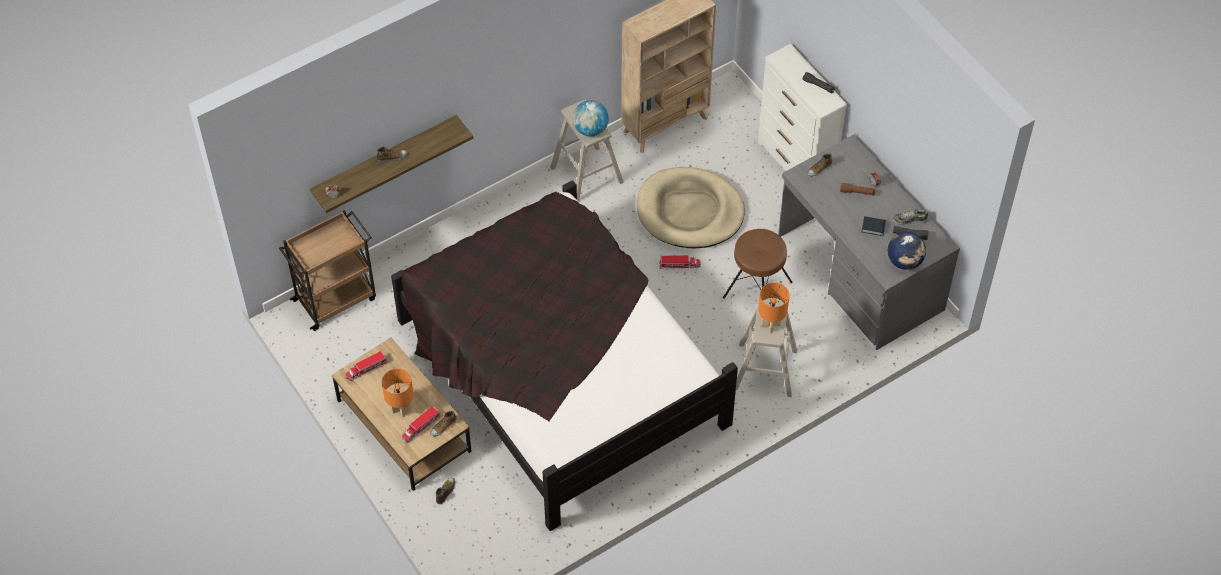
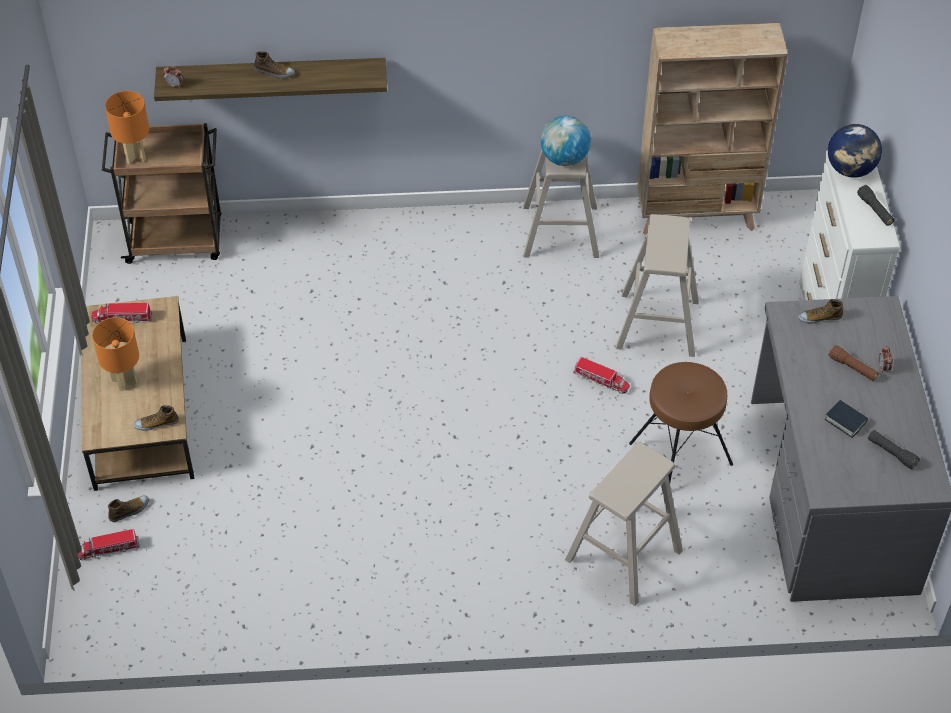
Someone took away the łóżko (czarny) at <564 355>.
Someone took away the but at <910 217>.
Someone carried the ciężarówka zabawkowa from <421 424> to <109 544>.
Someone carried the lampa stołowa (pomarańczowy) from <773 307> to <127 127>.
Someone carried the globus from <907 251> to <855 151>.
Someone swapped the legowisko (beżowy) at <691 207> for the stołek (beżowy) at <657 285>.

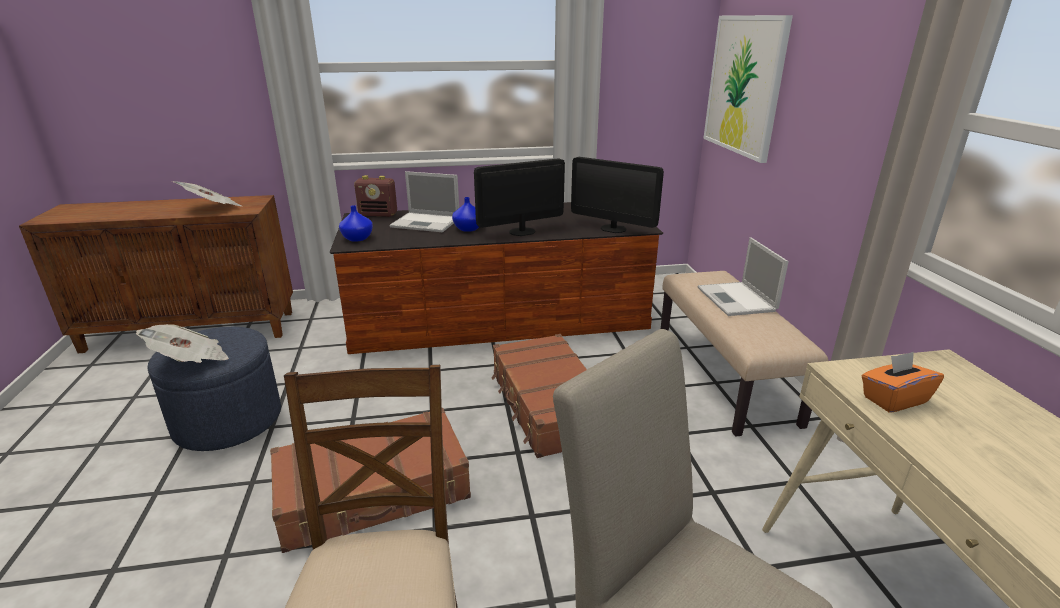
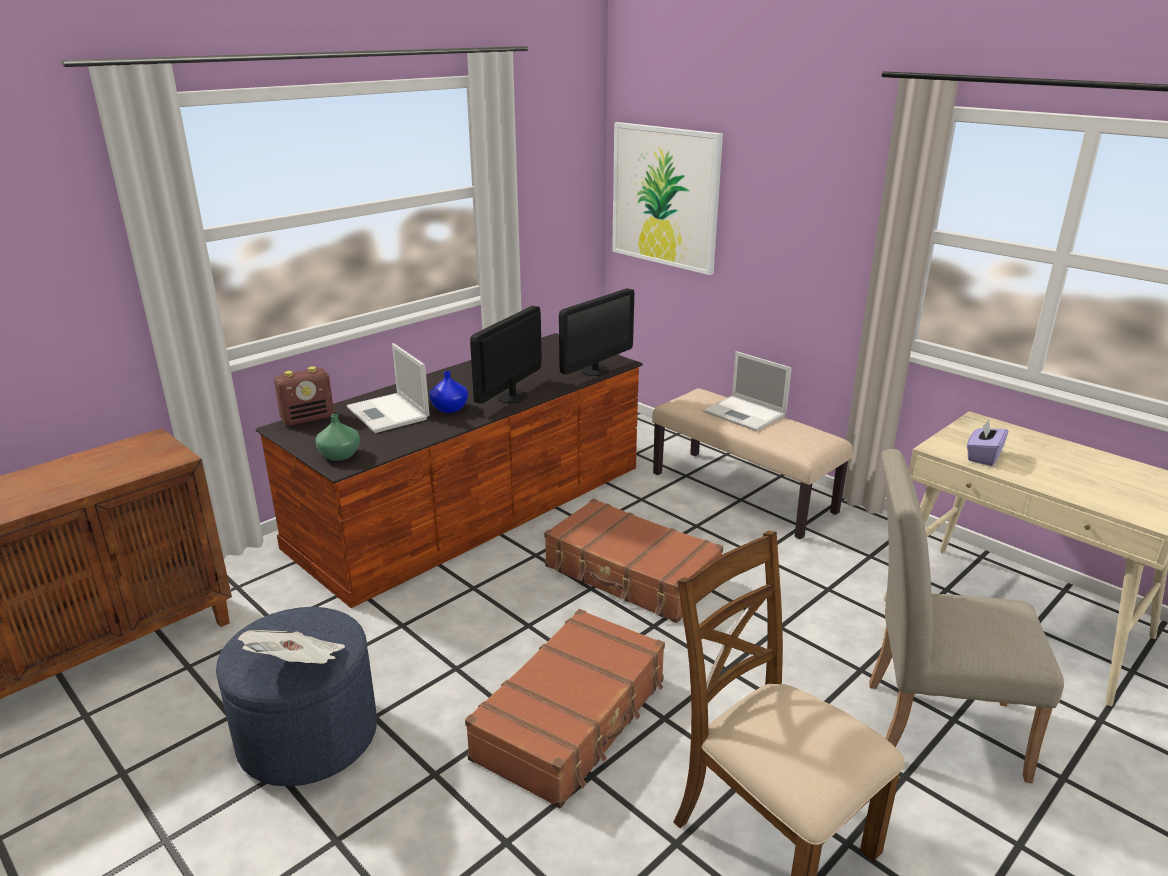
Someone took away the gazeta at <207 193>.
Someone repainted the wazon (niebieski) at <356 223>, which became the wazon (zielony) at <337 437>.
Someone repainted the pudełko chusteczek (pomarańczowy) at <903 382>, which became the pudełko chusteczek (fioletowy) at <987 442>.
Someone rotated the laptop at <424 201> by 75 degrees clockwise.
Someone rotated the monitor at <617 195> by 45 degrees counterclockwise.

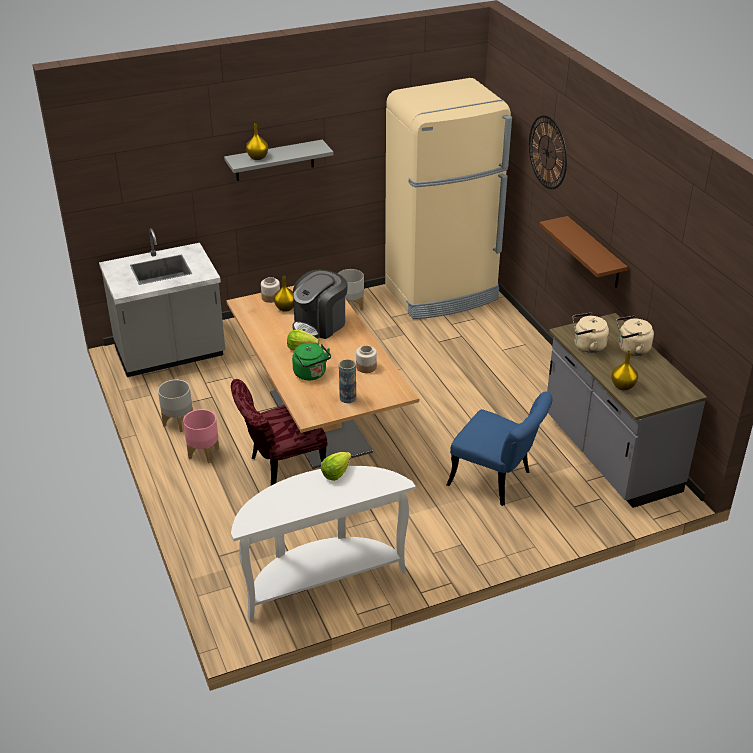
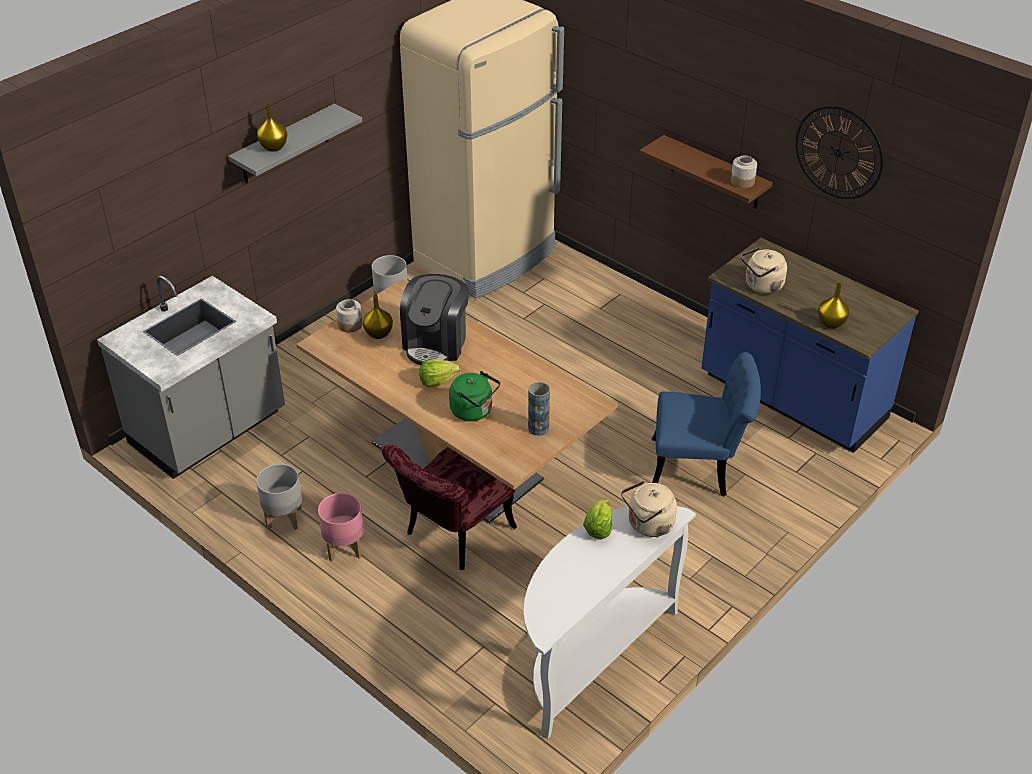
Someone carried the słoik from <366 359> to <744 171>.
Someone carried the zegar ścienny from <548 152> to <839 152>.
Someone carried the czajnik (beżowy) from <635 336> to <649 508>.
Someone repainted the zabudowa kuchenna (szary) at <627 410>, which became the zabudowa kuchenna (niebieski) at <810 345>.

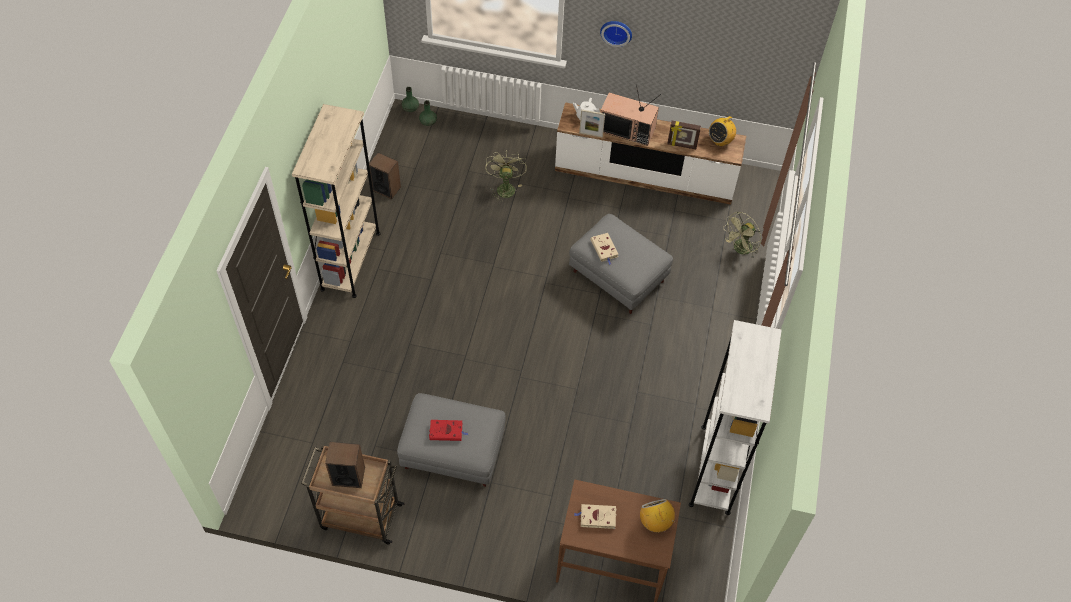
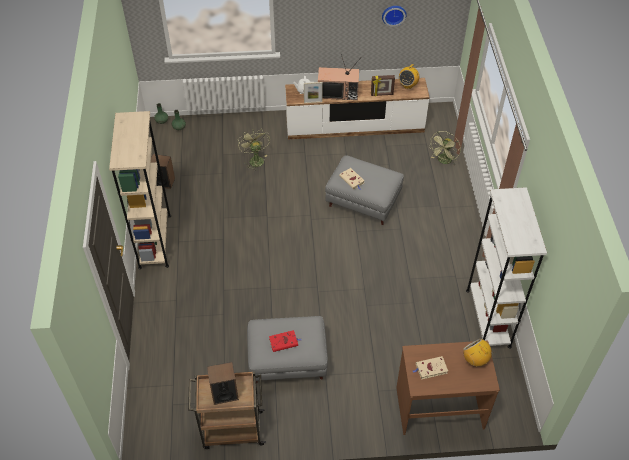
Someone carried the zegar ścienny from <616 34> to <394 16>.

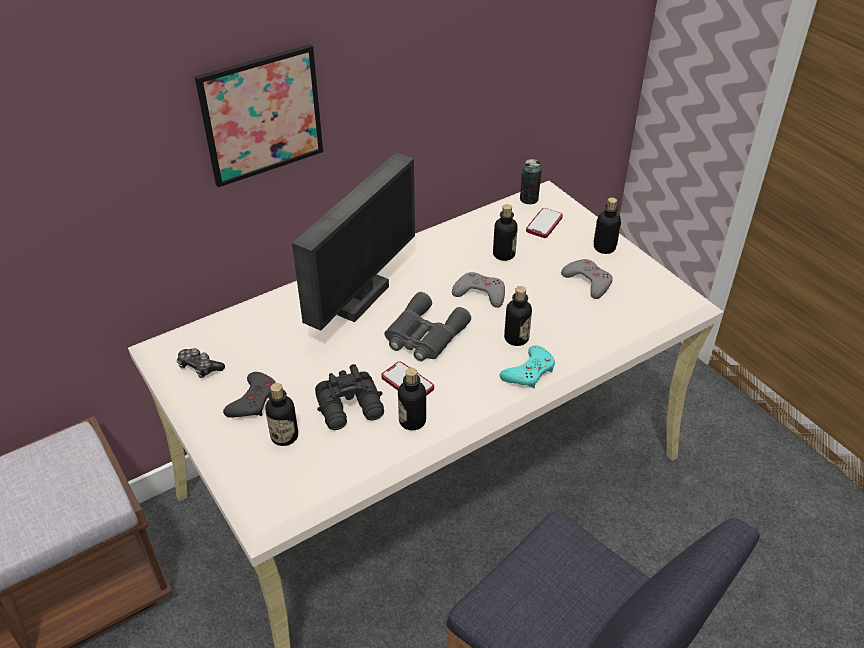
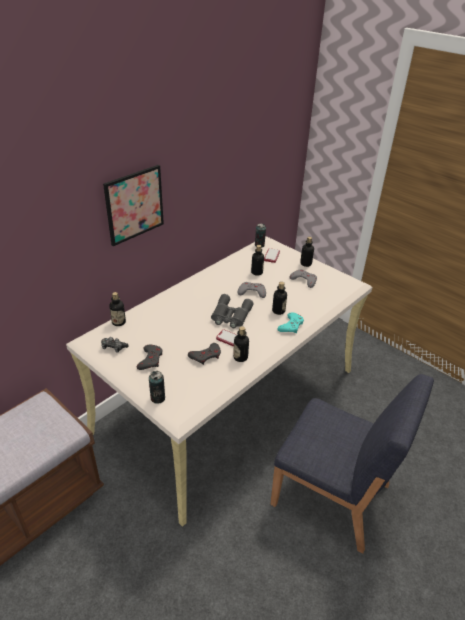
Someone took away the monitor at <353 242>.
Someone put down the puszka at <157 387>.
Someone carried the butelka from <281 414> to <117 309>.
Someone swapped the lornetka (czarny) at <349 397> for the pad do gier (szary) at <204 354>.

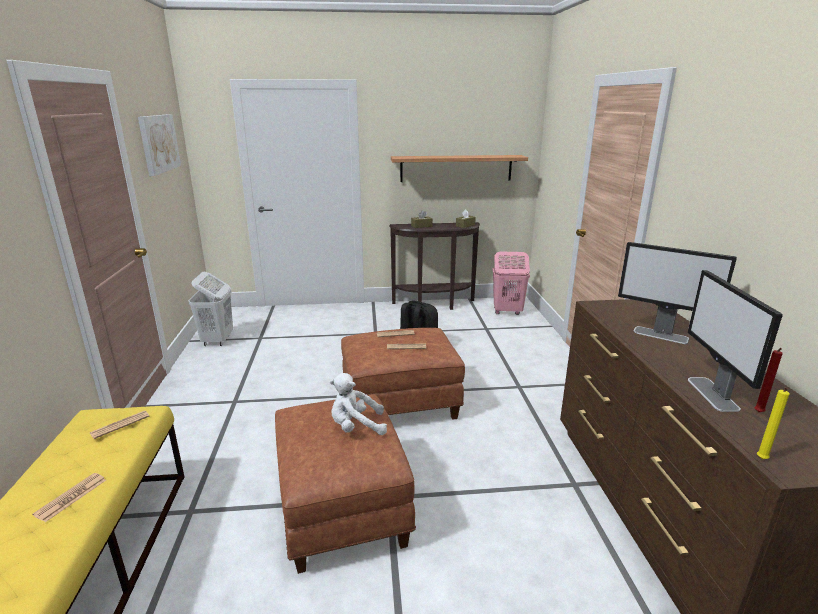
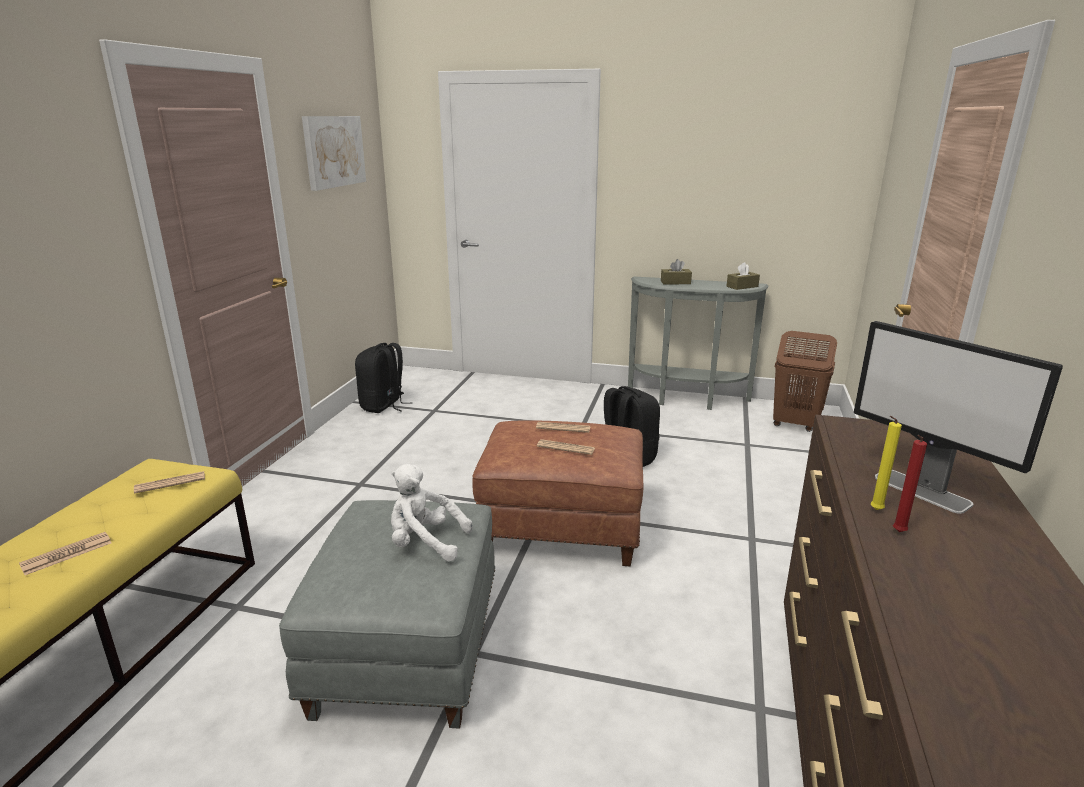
Someone took away the półka at <459 168>.
Someone took away the monitor at <735 341>.
Someone carried the świeca (czerwony) from <768 380> to <910 483>.
Someone carried the świeca (żółty) from <773 423> to <886 463>.
Someone swapped the kosz na pranie (biały) at <211 309> for the plecak (czarny) at <384 378>.
Someone repainted the pufa (brązowy) at <345 484>, which became the pufa (szary) at <387 614>.
Someone repainted the stolik konsolowy (brązowy) at <434 266>, which became the stolik konsolowy (szary) at <698 343>.
Someone repainted the kosz na pranie (różowy) at <511 283>, which became the kosz na pranie (brązowy) at <805 381>.

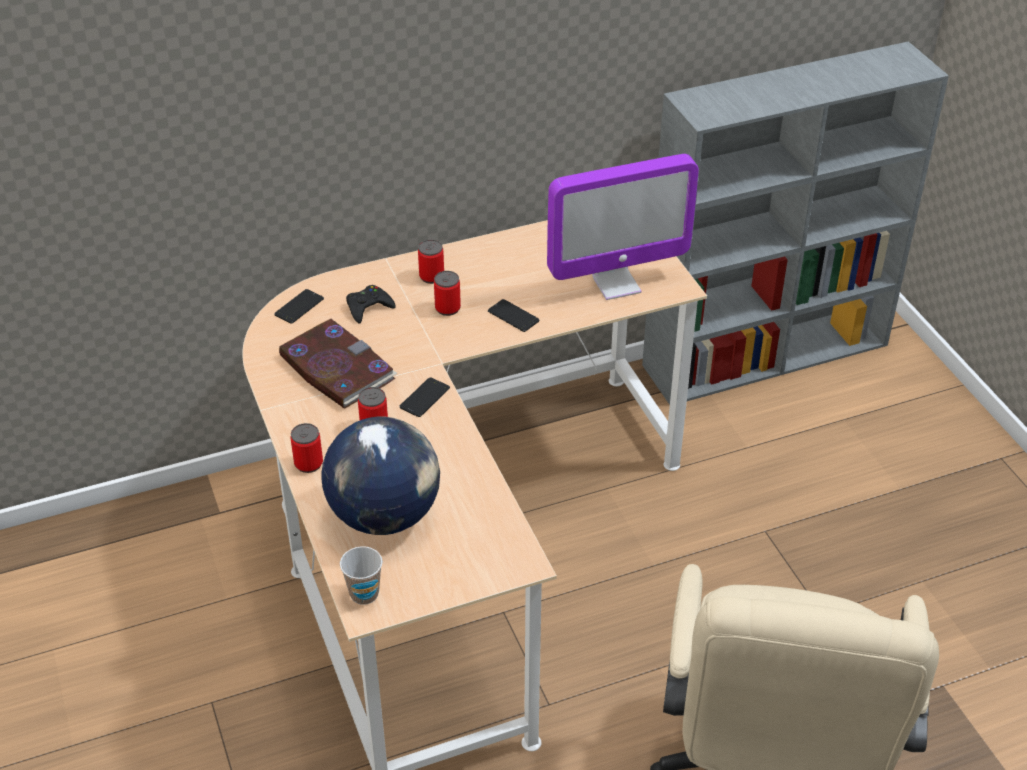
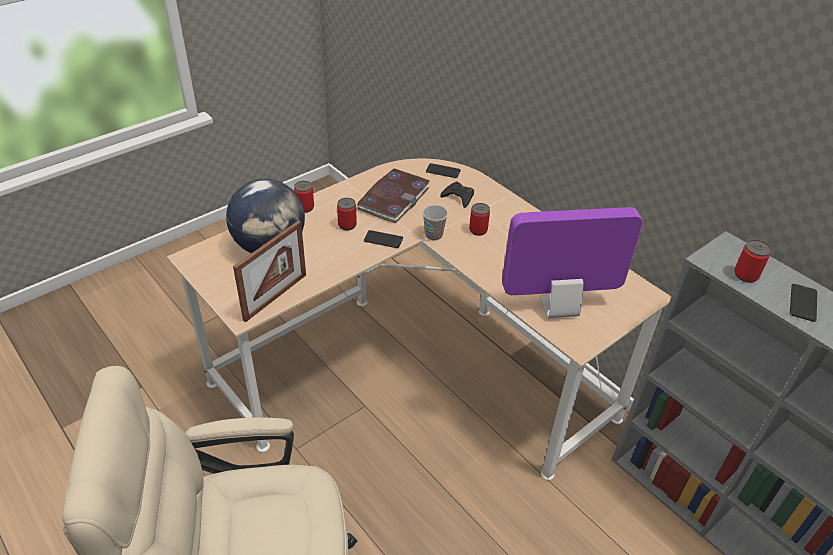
Someone put down the ramka na zdjęcie at <269 271>.
Someone carried the filiżanka from <361 575> to <435 223>.
Someone carried the puszka from <431 262> to <752 261>.
Someone carried the telefon from <513 315> to <803 303>.
Someone rotated the monitor at <623 227> by 120 degrees clockwise.

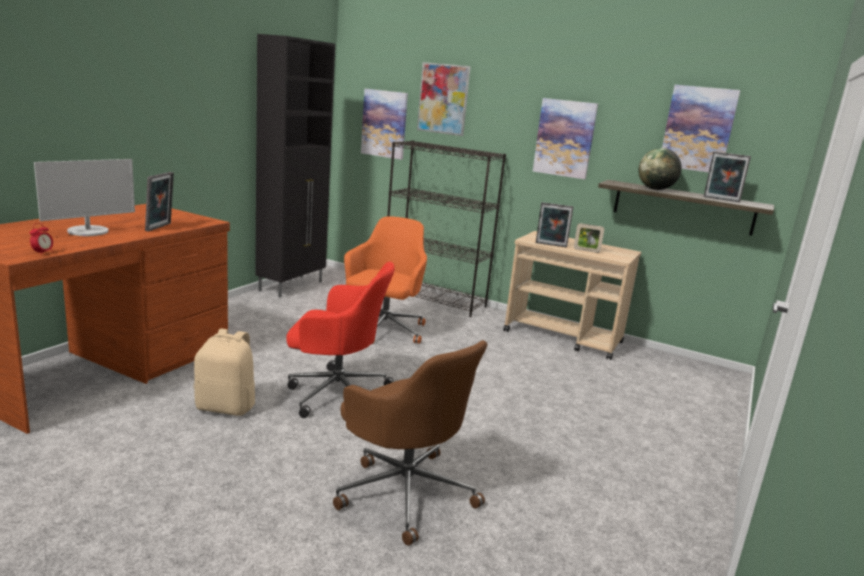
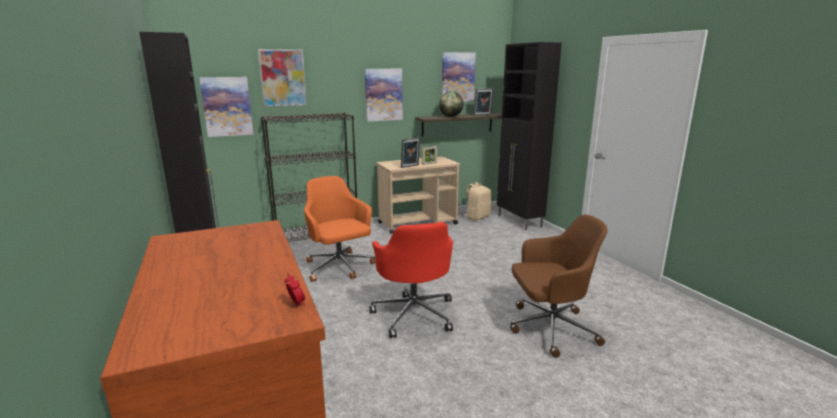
Someone took away the monitor at <84 197>.
Someone took away the ramka na zdjęcie at <159 202>.
Someone put down the szafka (czarny) at <529 136>.
Someone carried the plecak (beżowy) from <224 372> to <477 201>.
Someone rotated the krzesło biurowe (czerwony) at <340 340> by 120 degrees clockwise.

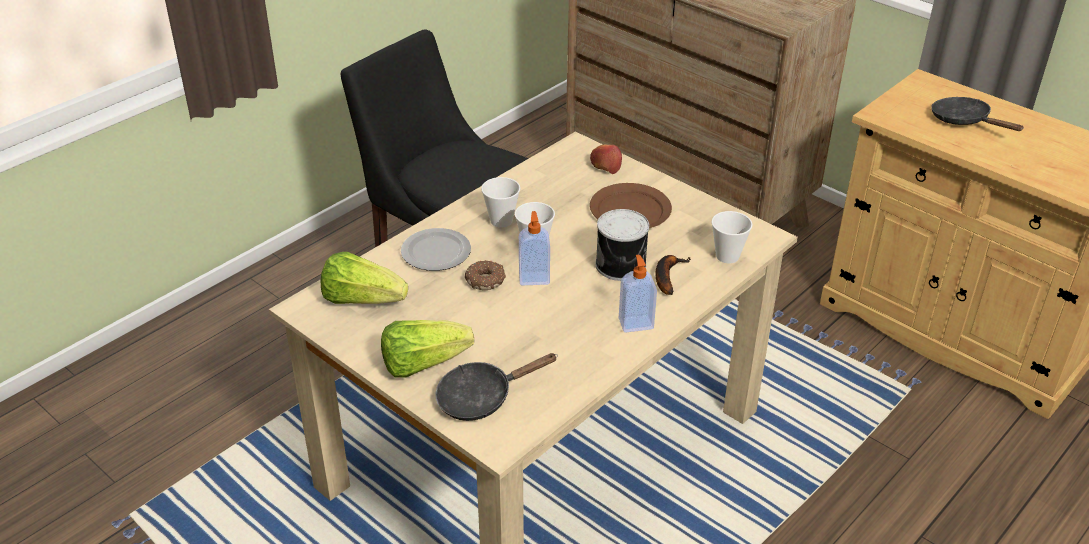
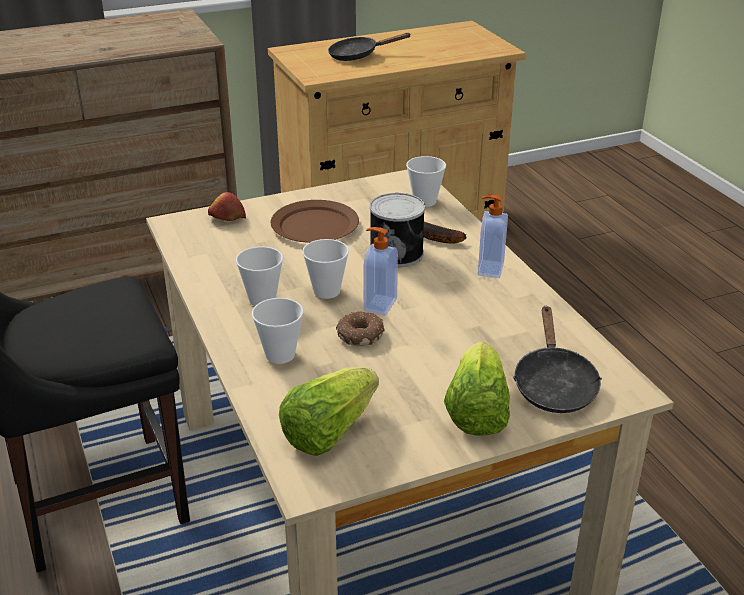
Someone swapped the talerz at <436 249> for the filiżanka at <277 331>.

